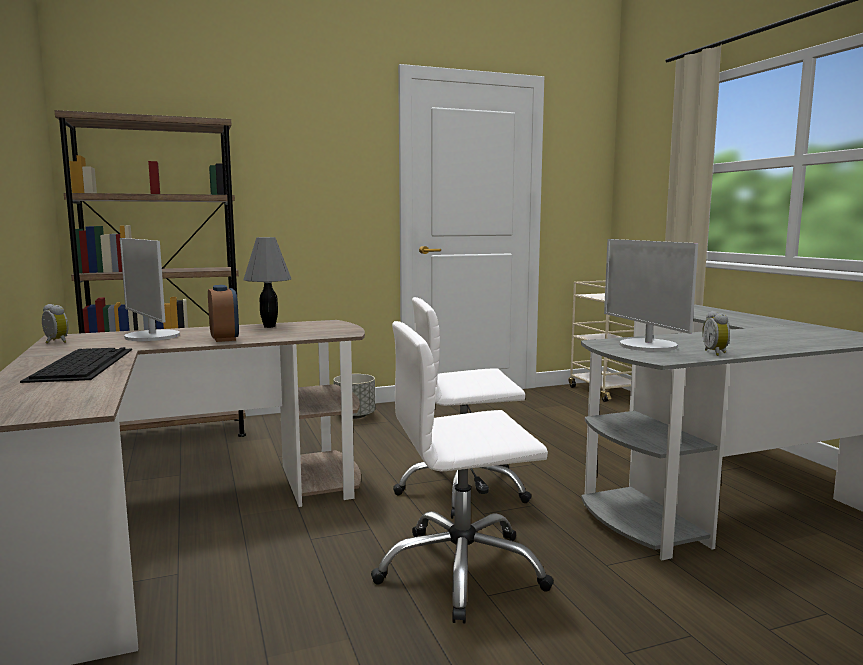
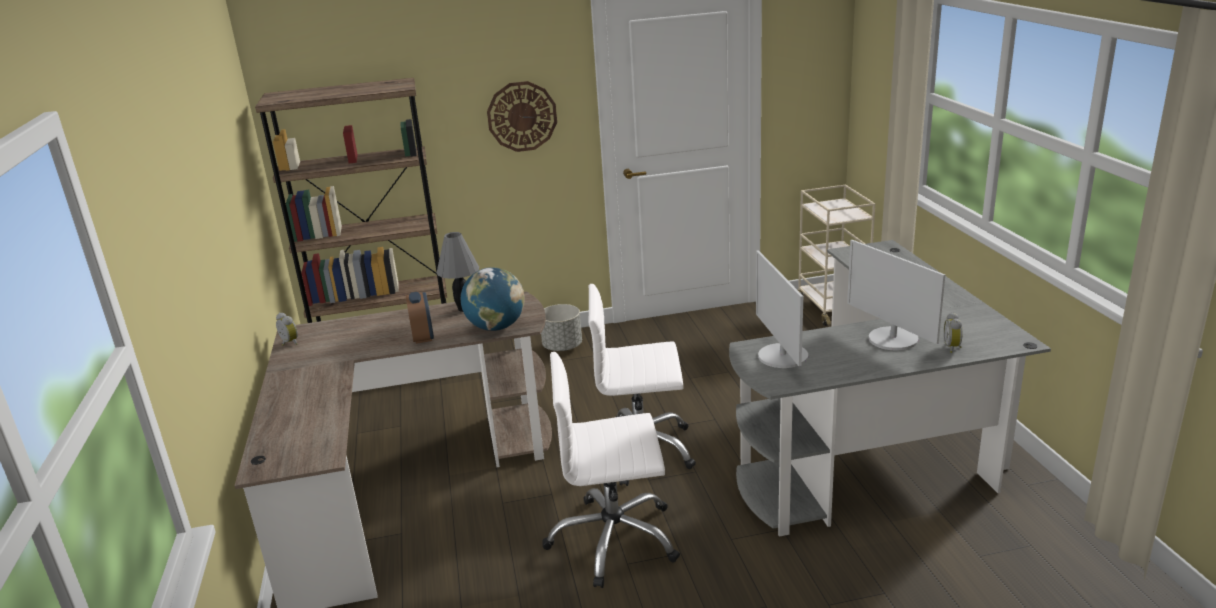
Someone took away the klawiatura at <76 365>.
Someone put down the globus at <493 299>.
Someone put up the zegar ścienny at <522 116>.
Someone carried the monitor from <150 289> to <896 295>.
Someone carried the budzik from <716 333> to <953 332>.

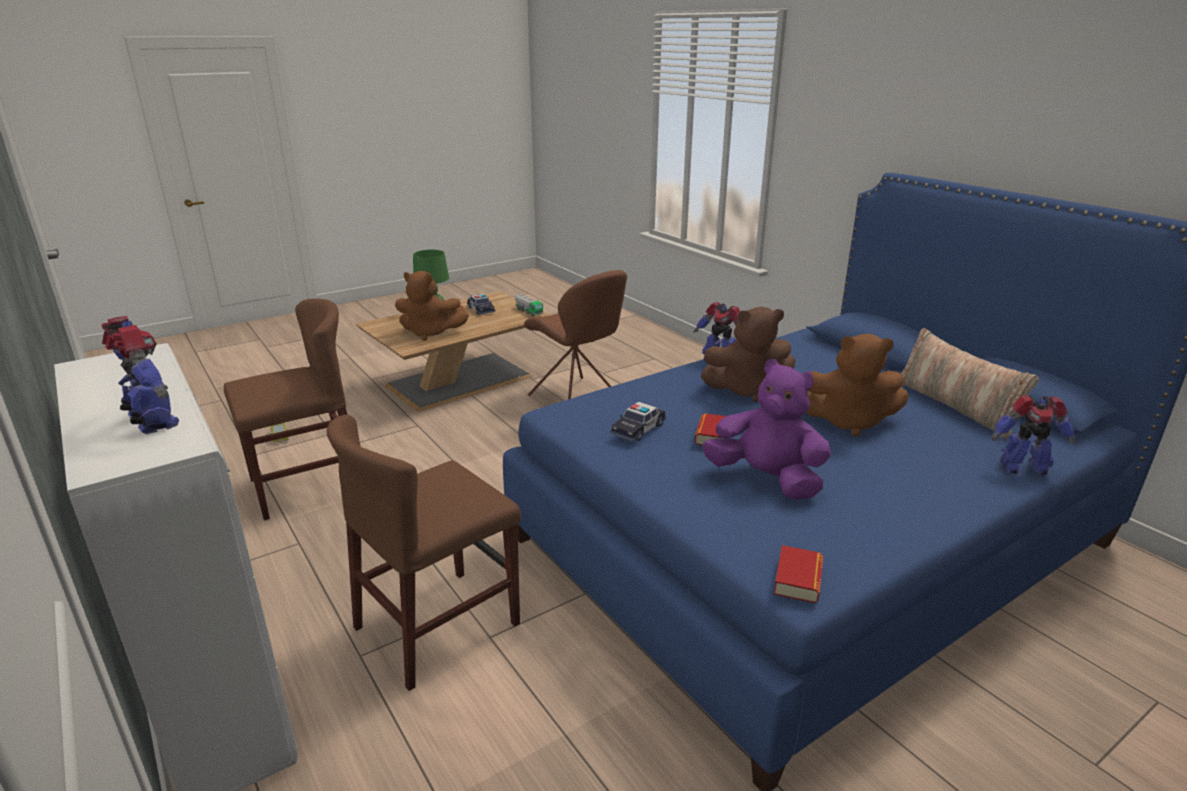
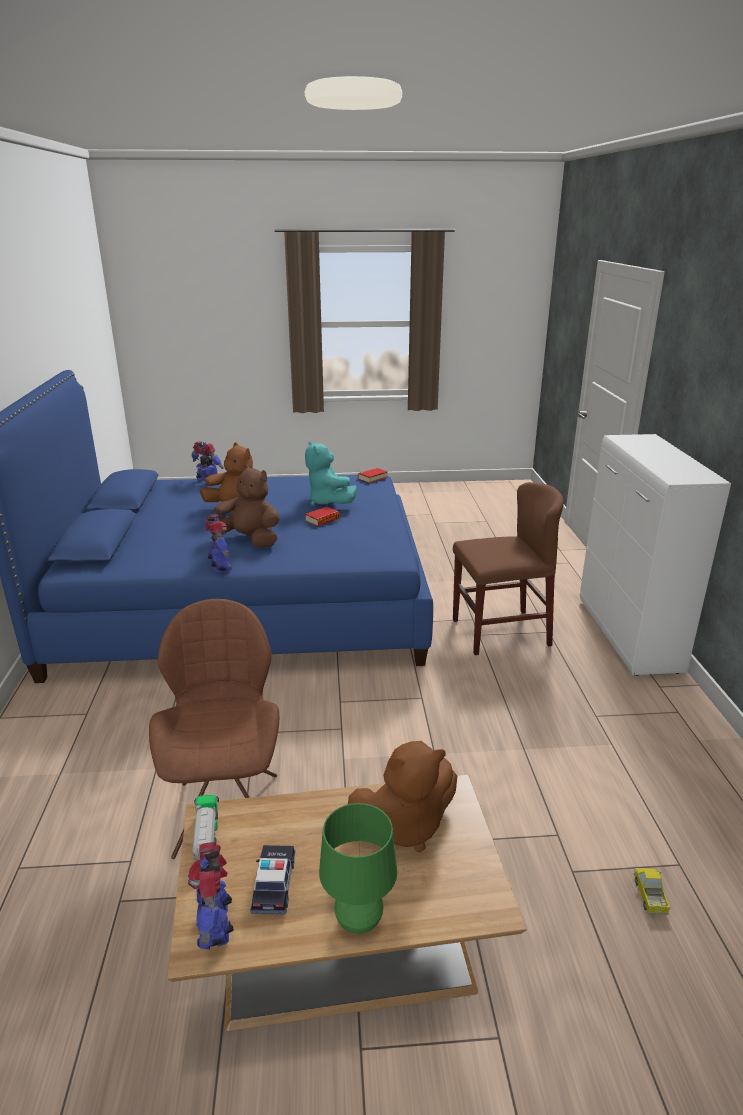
Someone took away the krzesło (brązowy) at <286 409>.
Someone took away the samochodzik at <638 421>.
Someone took away the poduszka at <970 383>.
Someone carried the robot zabawkowy from <140 375> to <210 895>.
Someone repainted the pluszak (fioletowy) at <766 429>, which became the pluszak (turkusowy) at <331 473>.
Someone rotated the pluszak (brązowy) at <432 306> by 120 degrees clockwise.

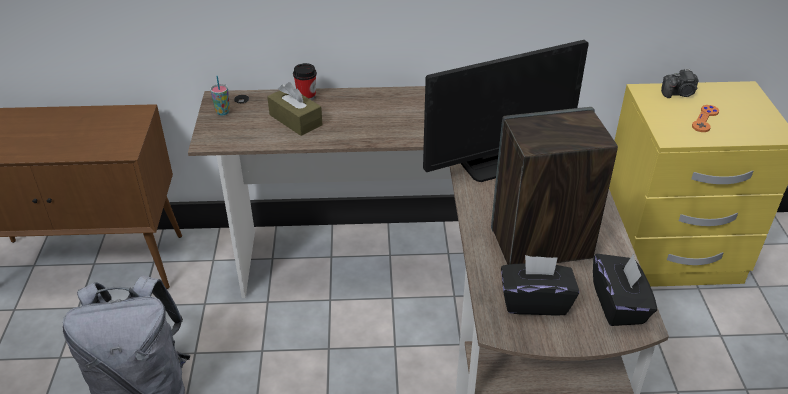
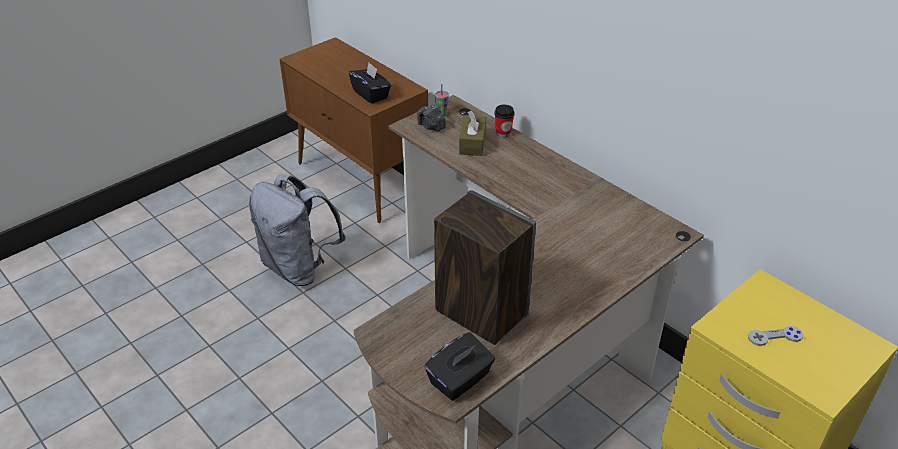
Someone took away the monitor at <506 111>.
Someone carried the pudełko chusteczek (czarny) from <540 285> to <370 83>.
Someone carried the aparat fotograficzny from <679 83> to <431 118>.
Someone repainted the pad do gier (pomarańczowy) at <705 118>, which became the pad do gier (szary) at <775 336>.

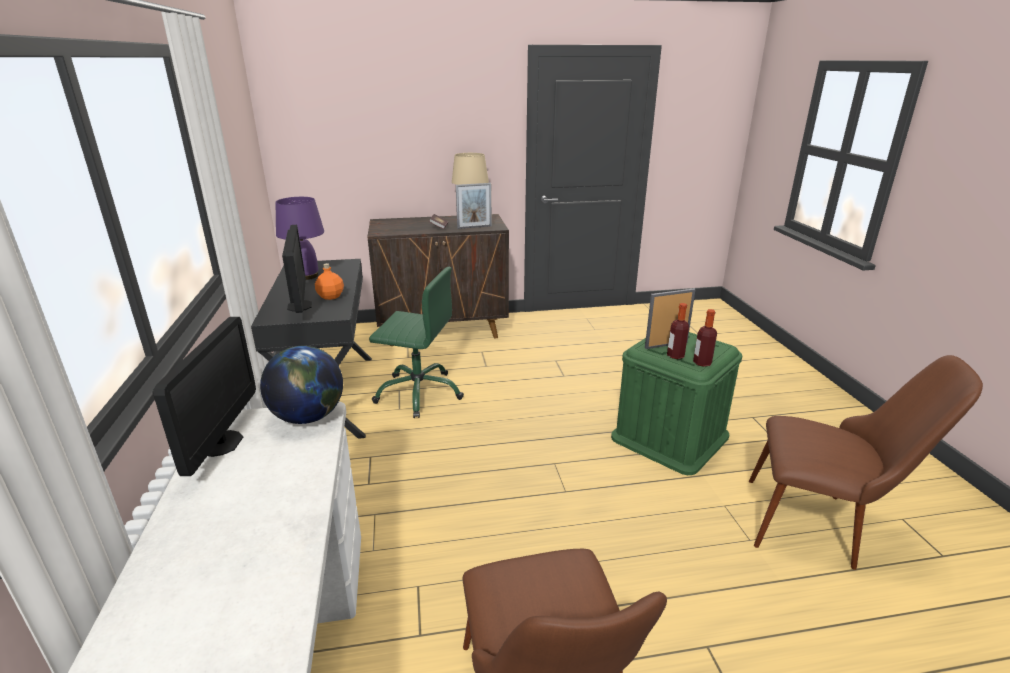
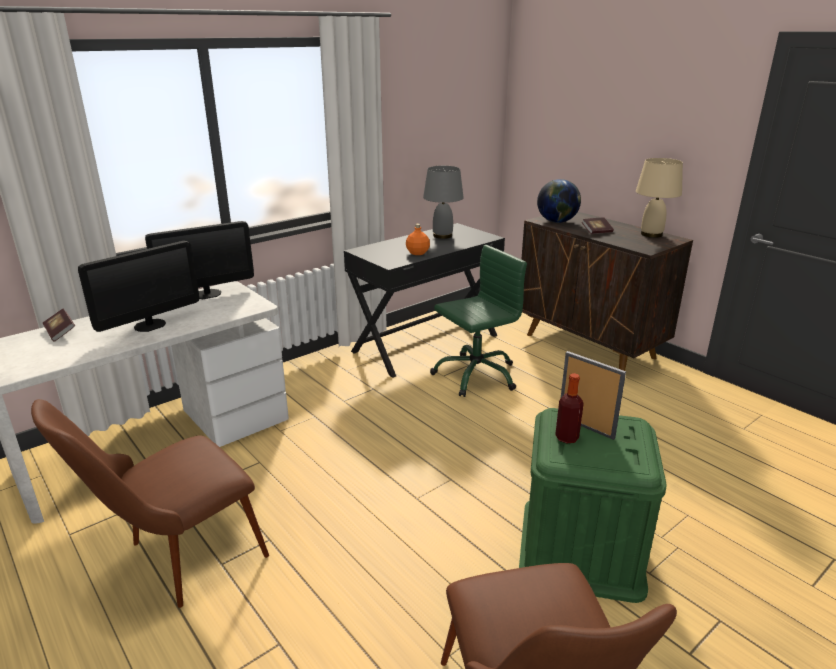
Someone took away the ramka na zdjęcie at <474 206>.
Someone took away the butelka at <705 338>.
Someone put down the książka at <58 325>.
Someone carried the globus from <301 385> to <559 201>.
Someone carried the monitor from <297 269> to <138 286>.
Someone repainted the lampa stołowa (fioletowy) at <300 238>, which became the lampa stołowa (szary) at <443 202>.
Someone rotated the krzesło biurowe (zielony) at <416 342> by 105 degrees counterclockwise.

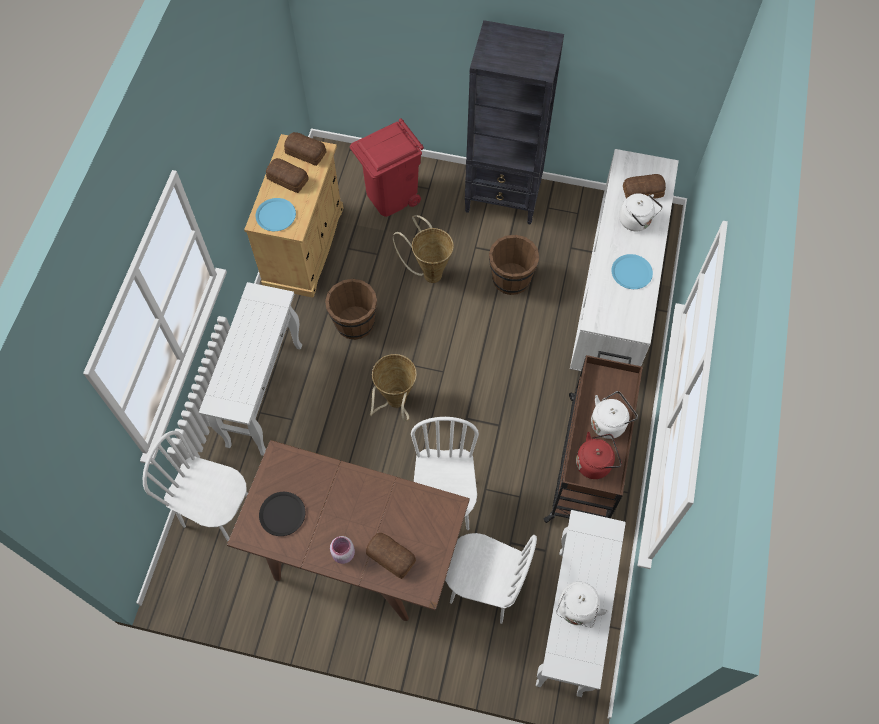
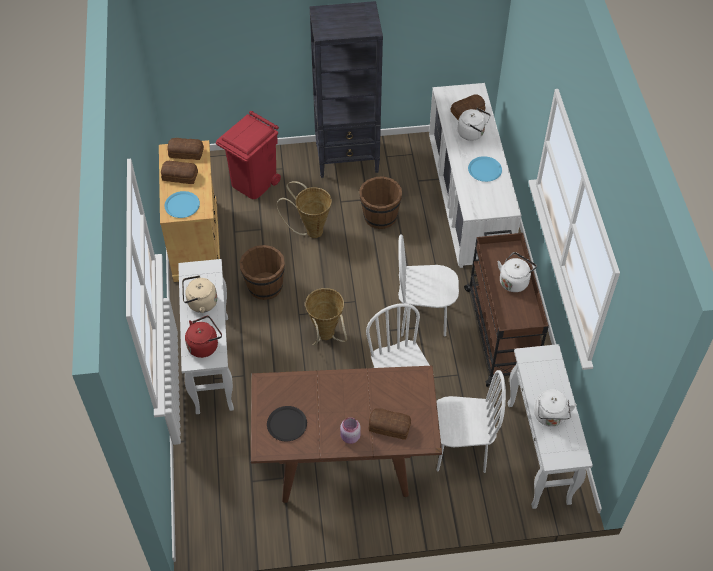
Someone put down the czajnik (beżowy) at <199 294>.
Someone carried the krzesło (biały) from <195 486> to <428 285>.
Someone carried the czajnik (czerwony) from <599 455> to <203 337>.

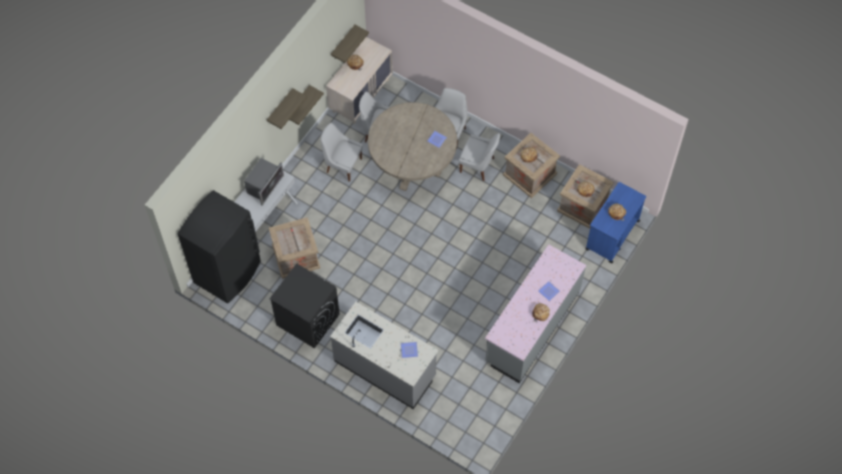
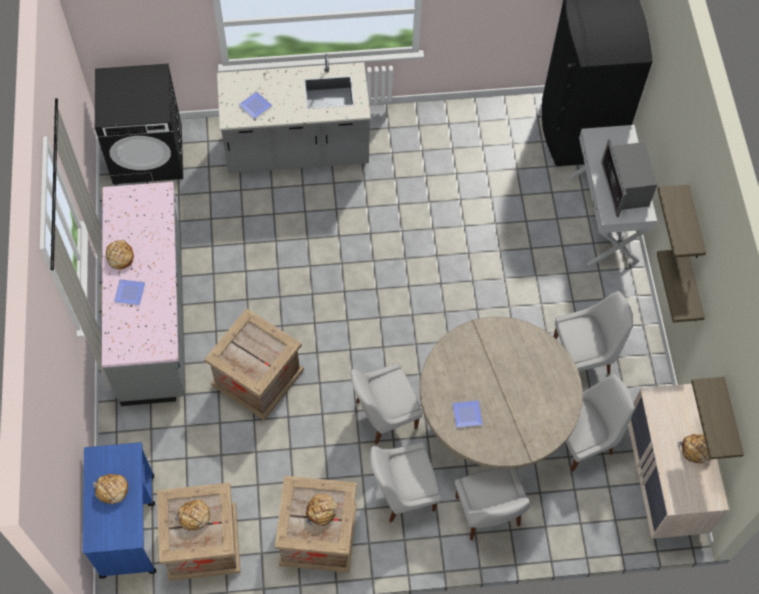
Someone put down the krzesło (biały) at <387 404>.
Someone carried the skrzynka from <294 248> to <254 364>.
Someone carried the pralka (czarny) from <304 305> to <139 123>.

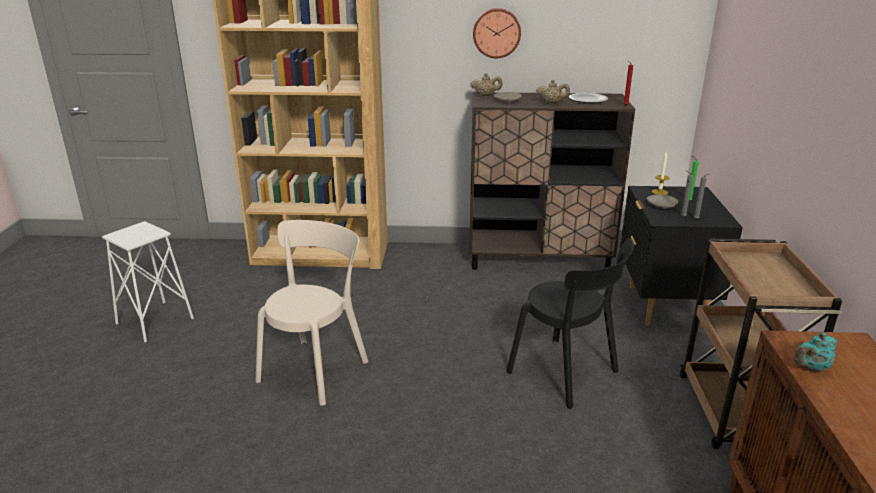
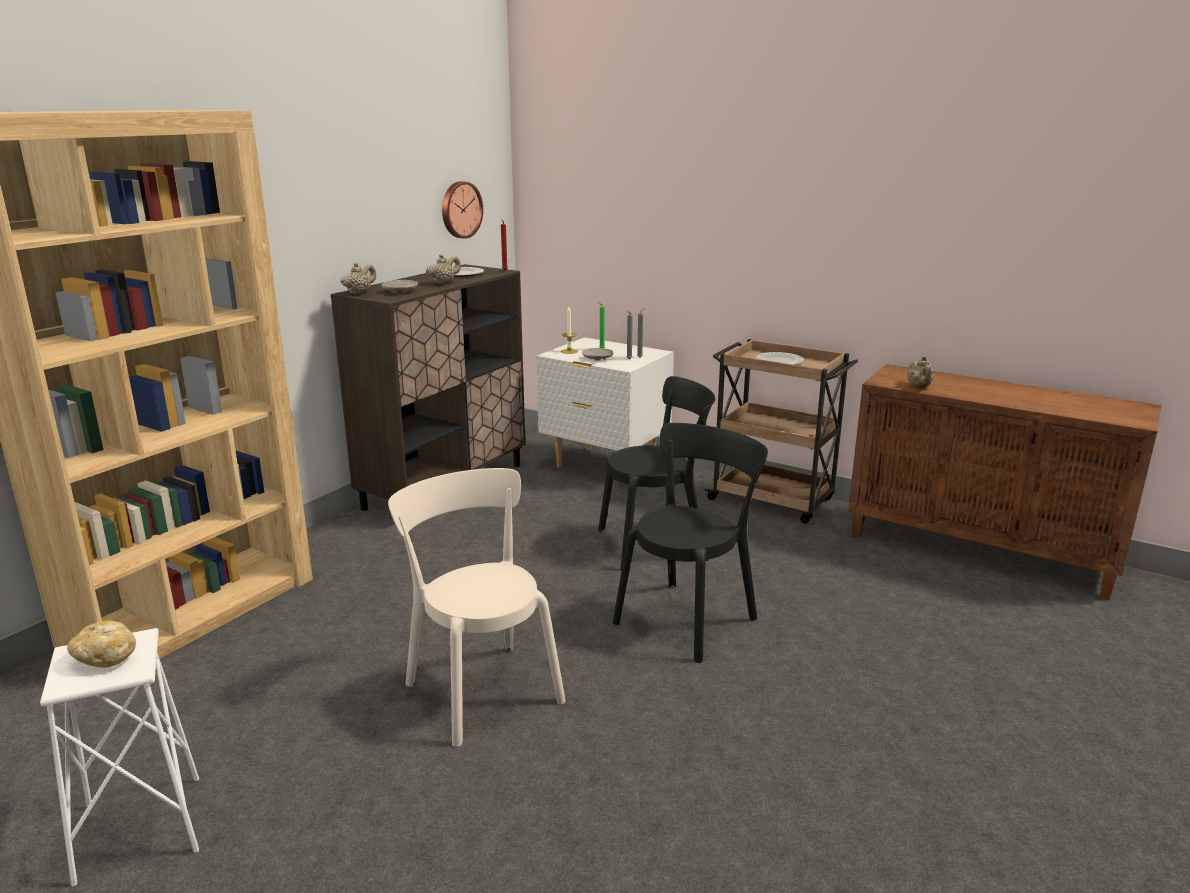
Someone put down the chleb at <101 644>.
Someone put down the krzesło (czarny) at <690 543>.
Someone put down the talerz at <779 358>.
Someone carried the zegar ścienny from <497 33> to <462 210>.
Someone repainted the szafka nocna (czarny) at <681 256>, which became the szafka nocna (biały) at <605 410>.
Someone repainted the imbryk (turkusowy) at <815 352>, which became the imbryk (beżowy) at <920 372>.

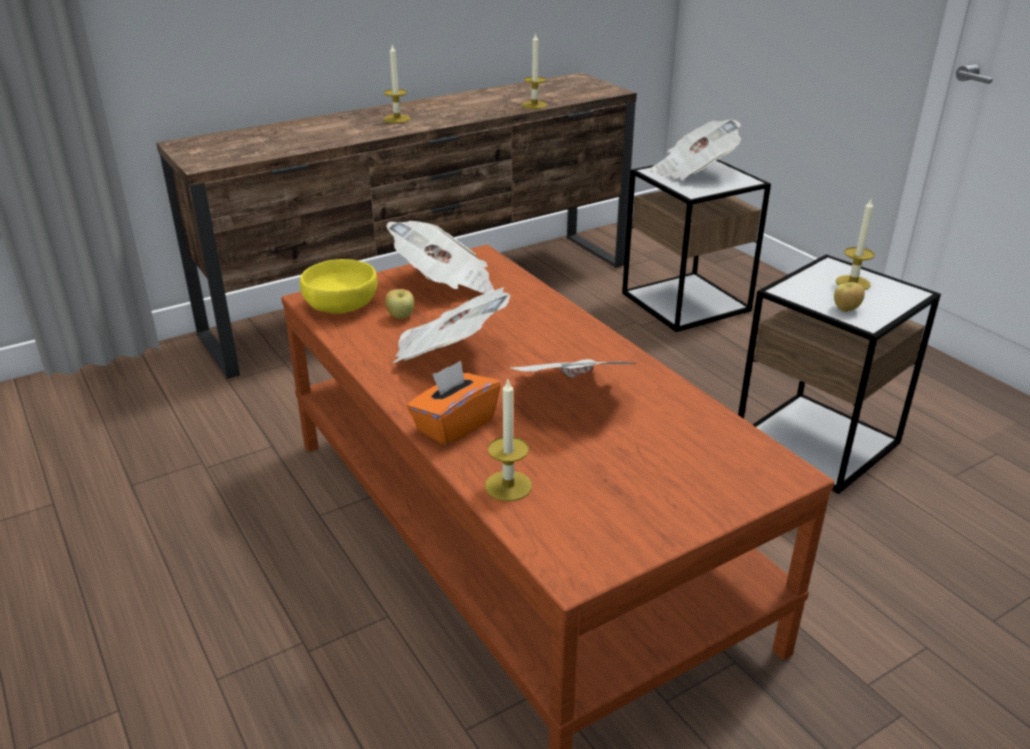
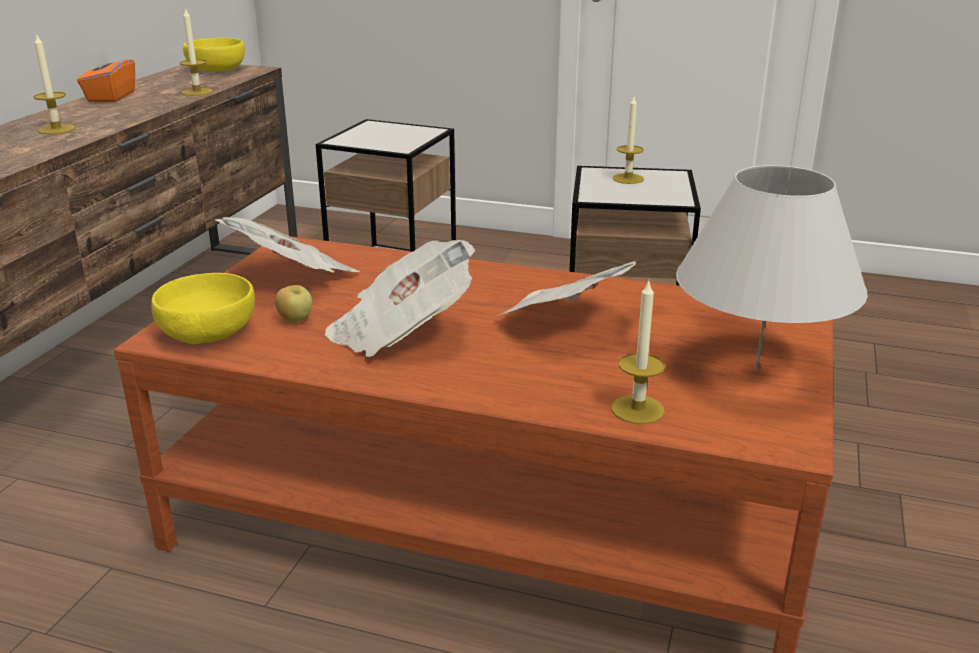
Someone took away the gazeta at <696 150>.
Someone took away the jabłko at <849 297>.
Someone put down the miska (żółty) at <214 55>.
Someone put down the lampa stołowa (biały) at <772 267>.
Someone carried the pudełko chusteczek (pomarańczowy) from <454 403> to <106 75>.

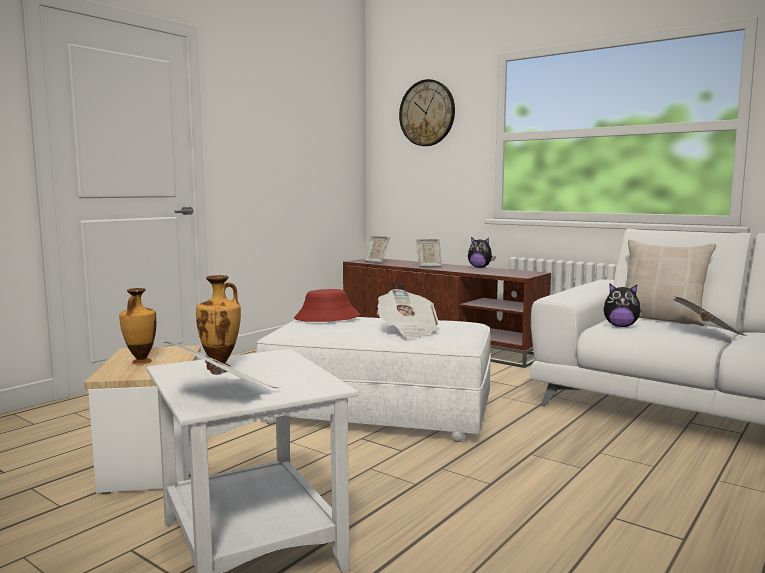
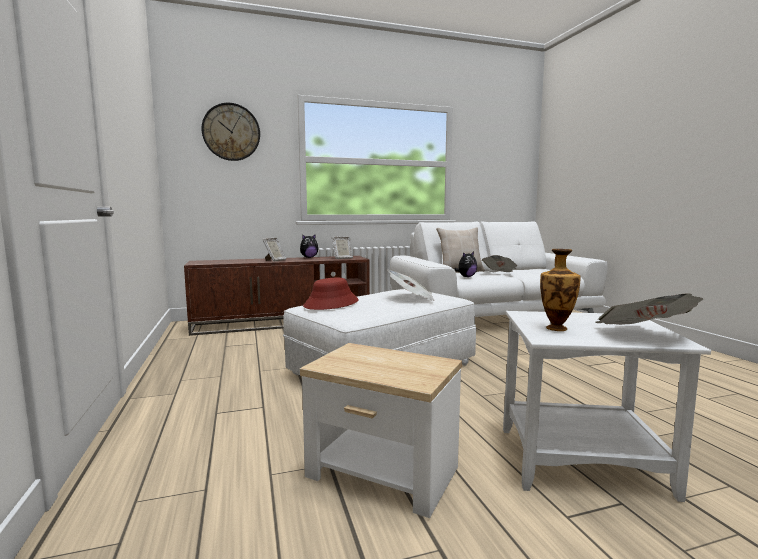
Someone took away the wazon at <138 326>.
Someone carried the ramka na zdjęcie from <377 249> to <342 248>.

